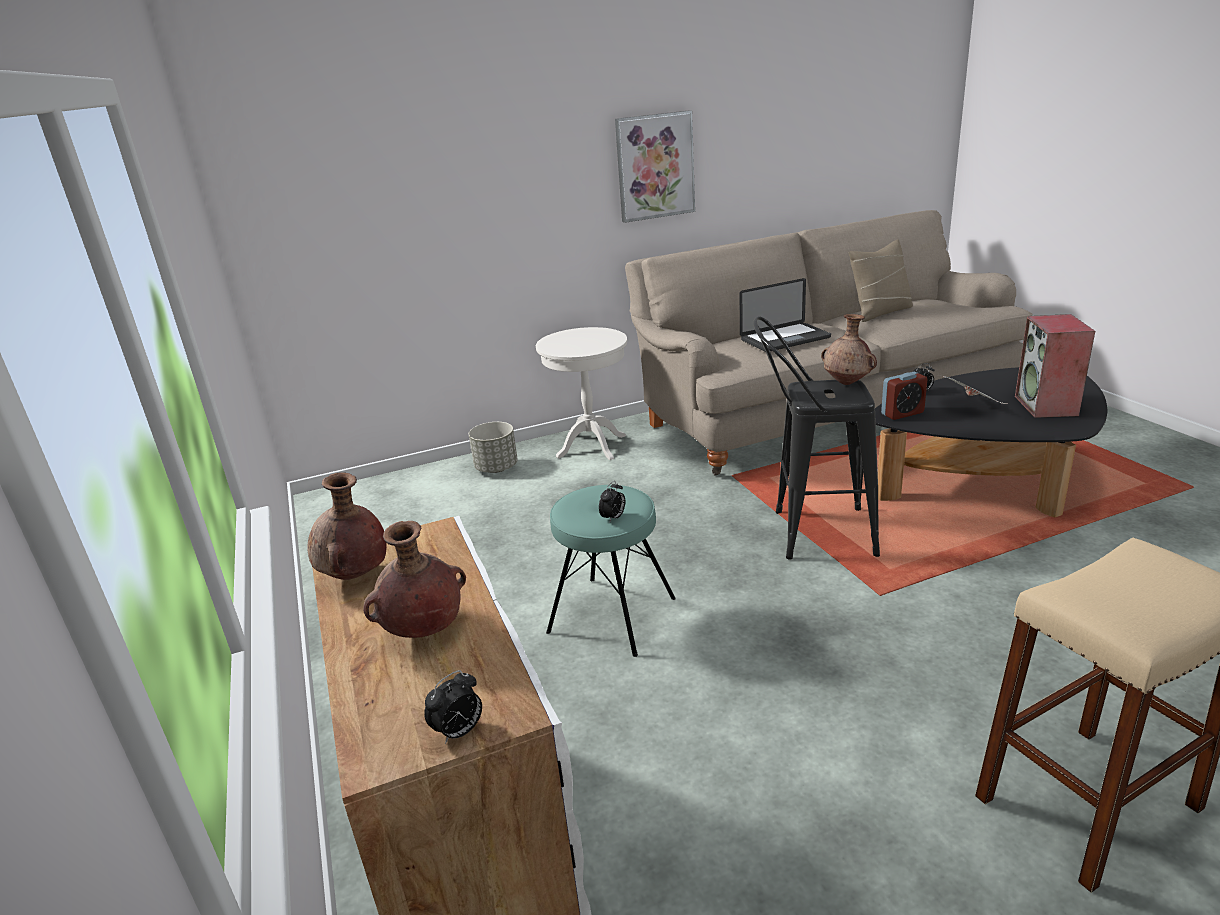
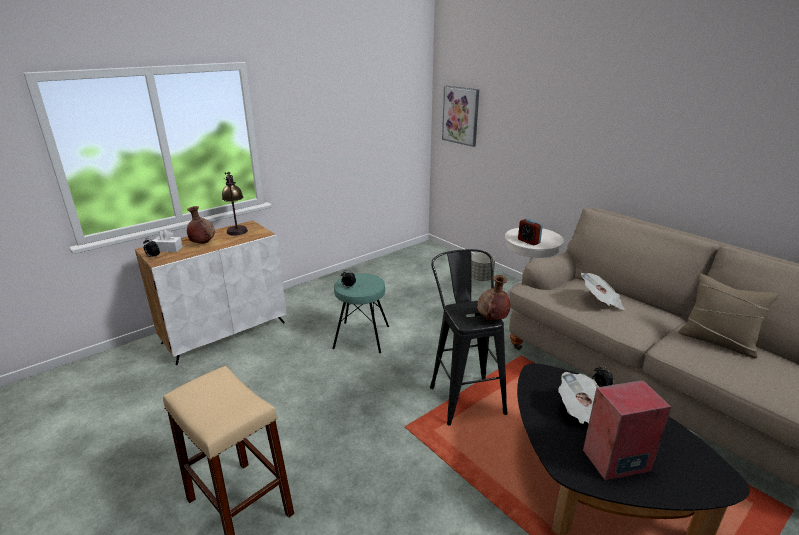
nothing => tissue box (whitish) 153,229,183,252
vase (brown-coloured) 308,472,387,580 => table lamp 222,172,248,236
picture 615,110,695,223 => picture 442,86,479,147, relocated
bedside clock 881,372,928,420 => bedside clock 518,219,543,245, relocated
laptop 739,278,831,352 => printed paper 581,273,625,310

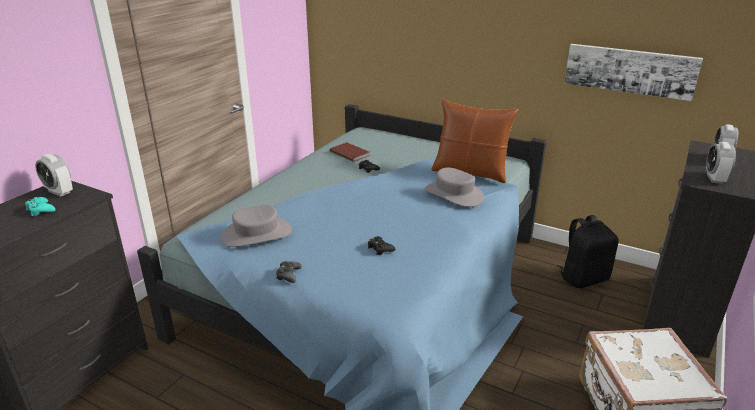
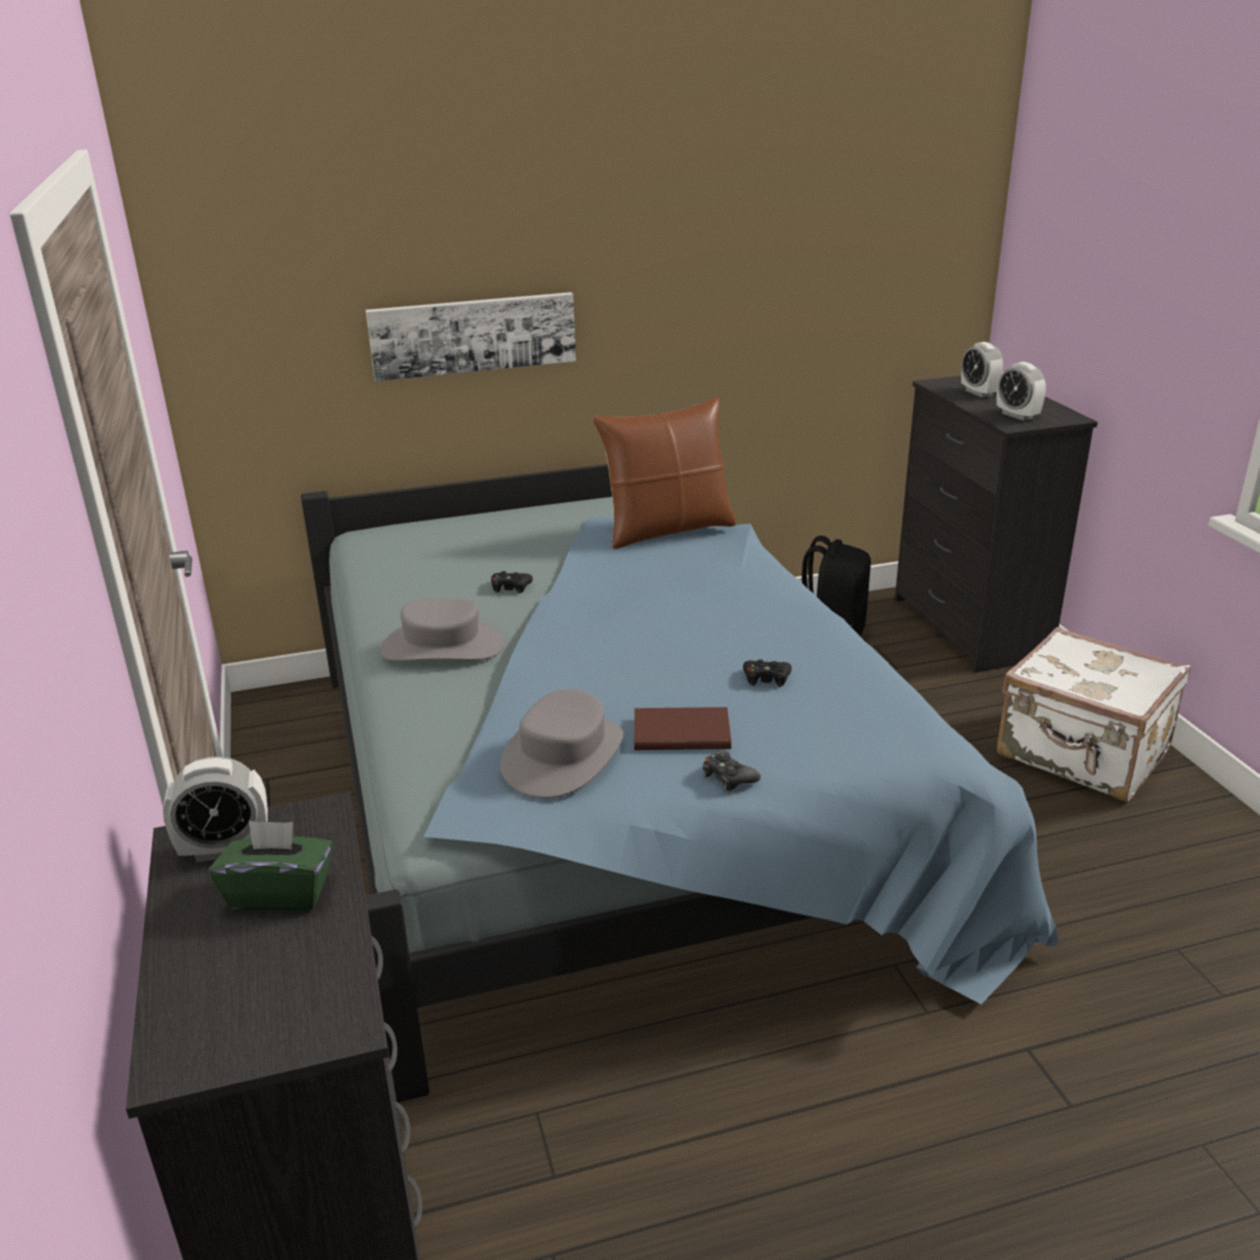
game controller (turquoise) 25,197,56,216 => tissue box (green) 209,820,333,911
picture 564,44,703,101 => picture 366,292,576,381, relocated
wearable hat (grey) 425,167,484,207 => wearable hat (grey) 380,599,504,661, relocated
bound book (brown-coloured) 330,142,370,162 => bound book (brown-coloured) 634,707,731,750, relocated

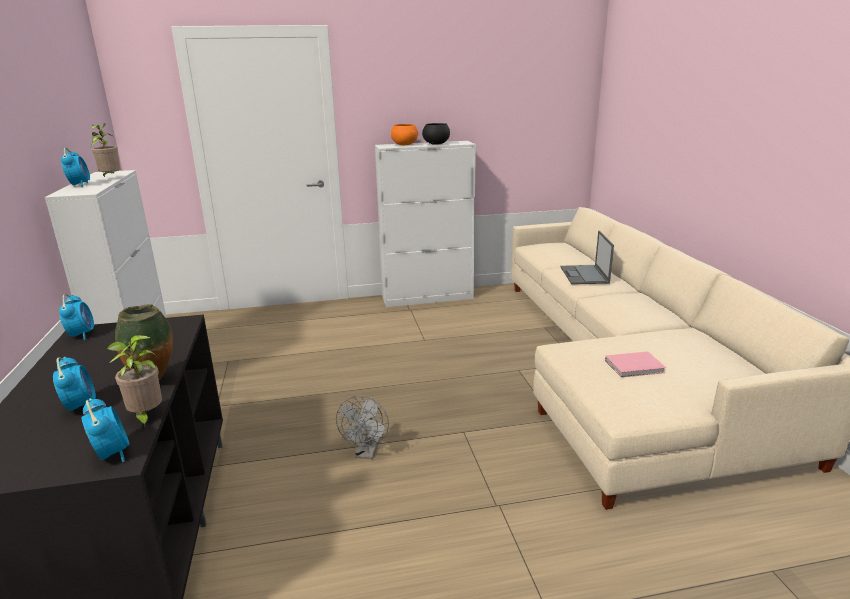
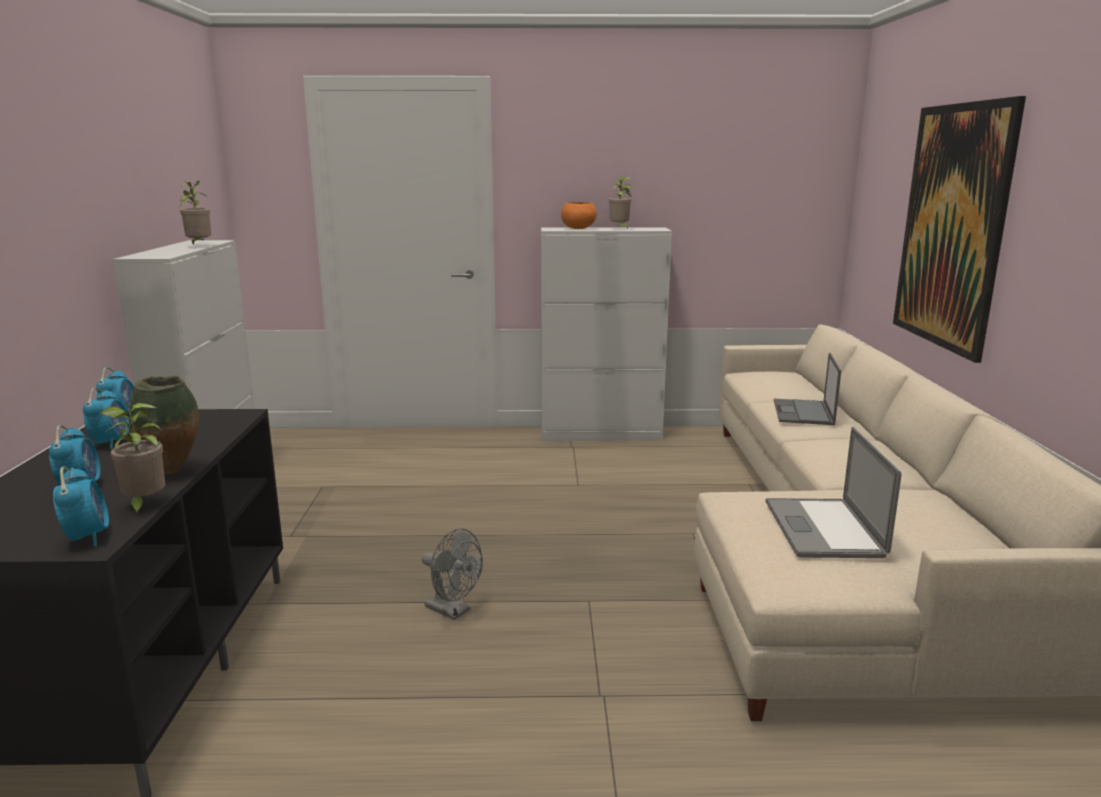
bedside clock 61,148,90,187 => bedside clock 83,387,129,449, relocated
fan (grey) 336,396,389,459 => fan (grey) 422,528,483,620, 75 degrees counterclockwise
bowl (black) 422,123,450,145 => potted plant 609,176,631,229
bound book (pink) 605,351,666,378 => laptop 765,427,901,558
nothing => picture 893,96,1026,363

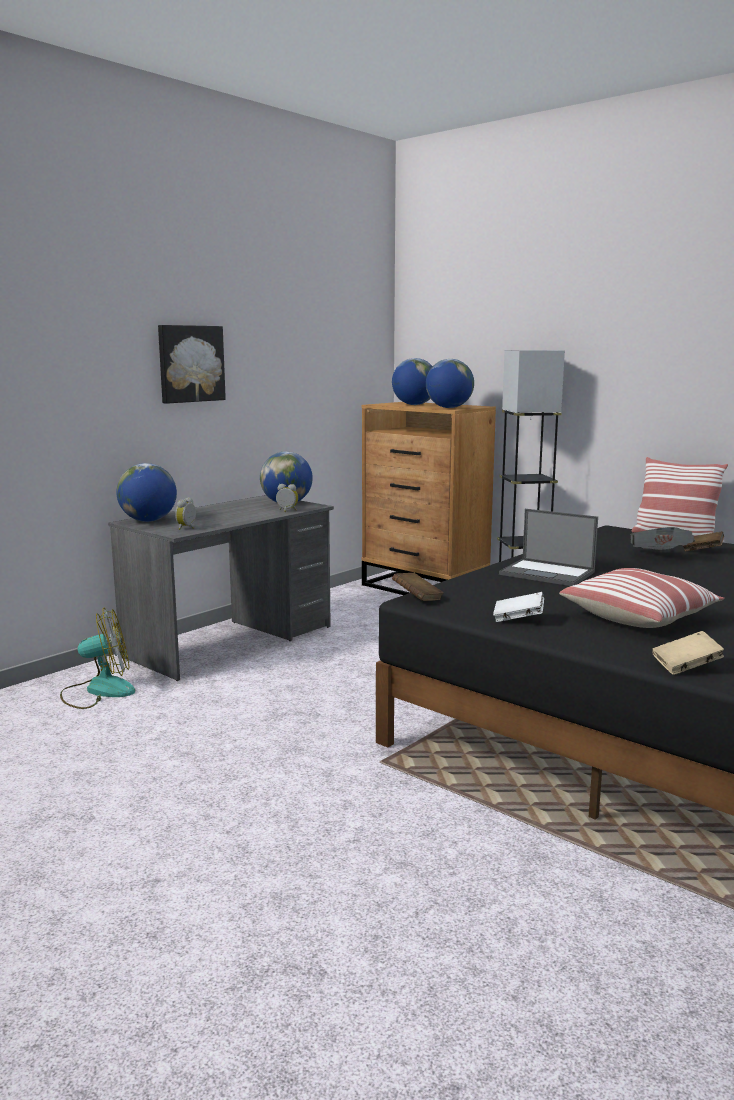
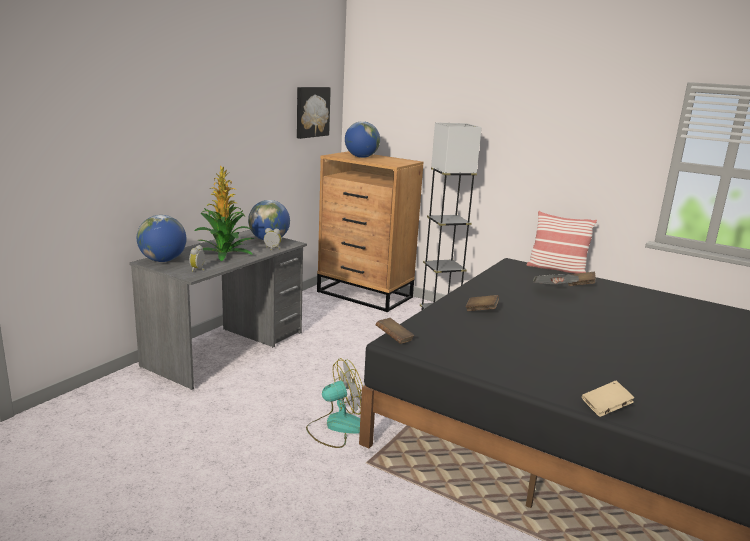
nothing => potted plant 194,165,255,261
picture 158,325,226,404 => picture 297,87,331,139, relocated
fan 60,608,135,709 => fan 306,358,363,448, relocated
laptop 499,509,598,586 => bound book (brown-coloured) 466,295,499,311
world globe 426,359,474,408 => nothing
bound book (whitish) 493,592,544,622 => nothing
cushion 559,568,724,628 => nothing

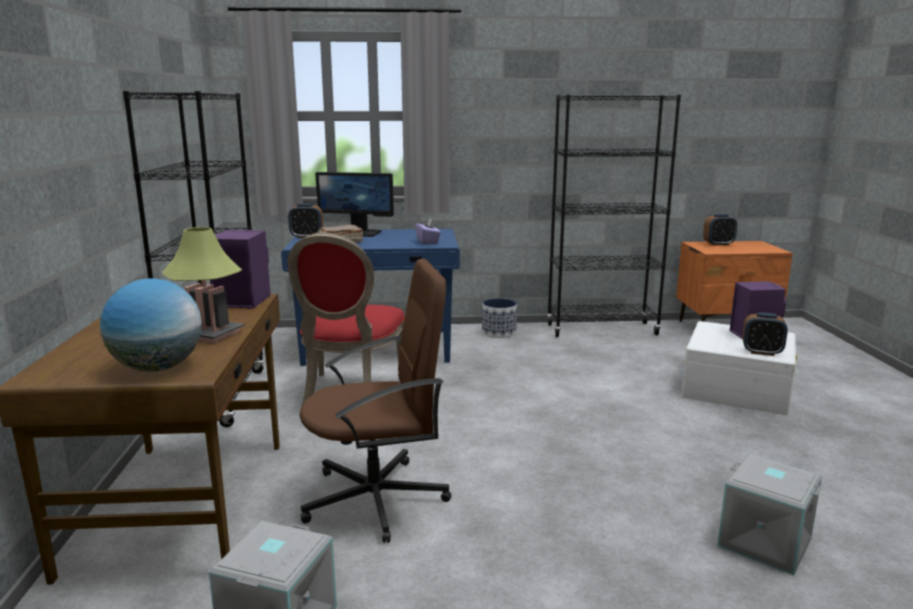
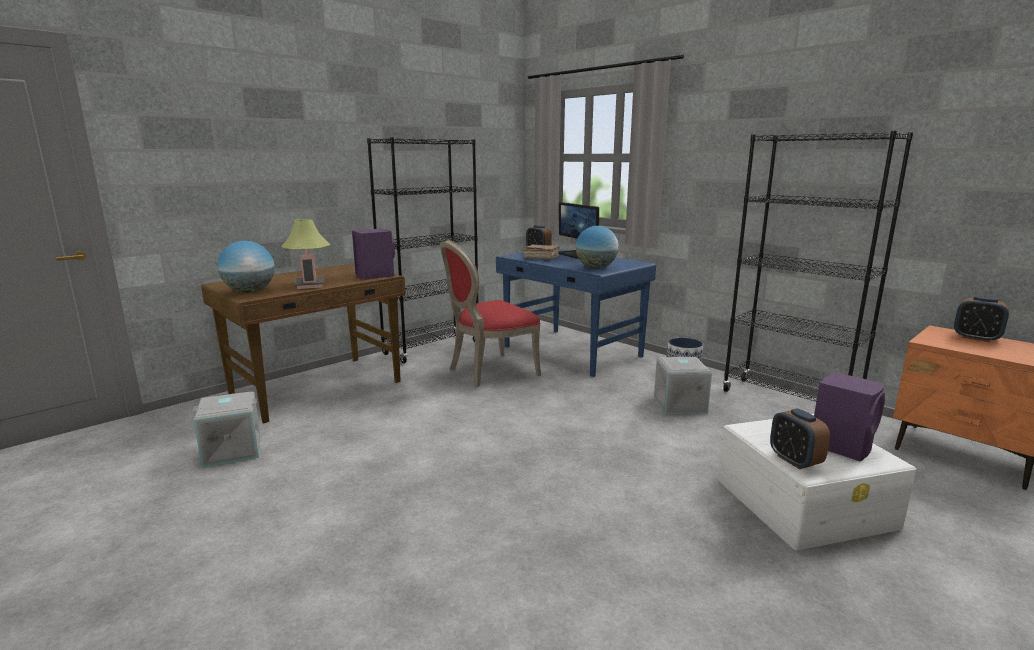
tissue box (purple-coloured) 415,218,441,245 => world globe 576,226,619,269
storage bin (grey) 717,454,822,575 => storage bin (grey) 654,357,712,414, relocated
computer chair (brown-coloured) 299,259,451,543 => nothing

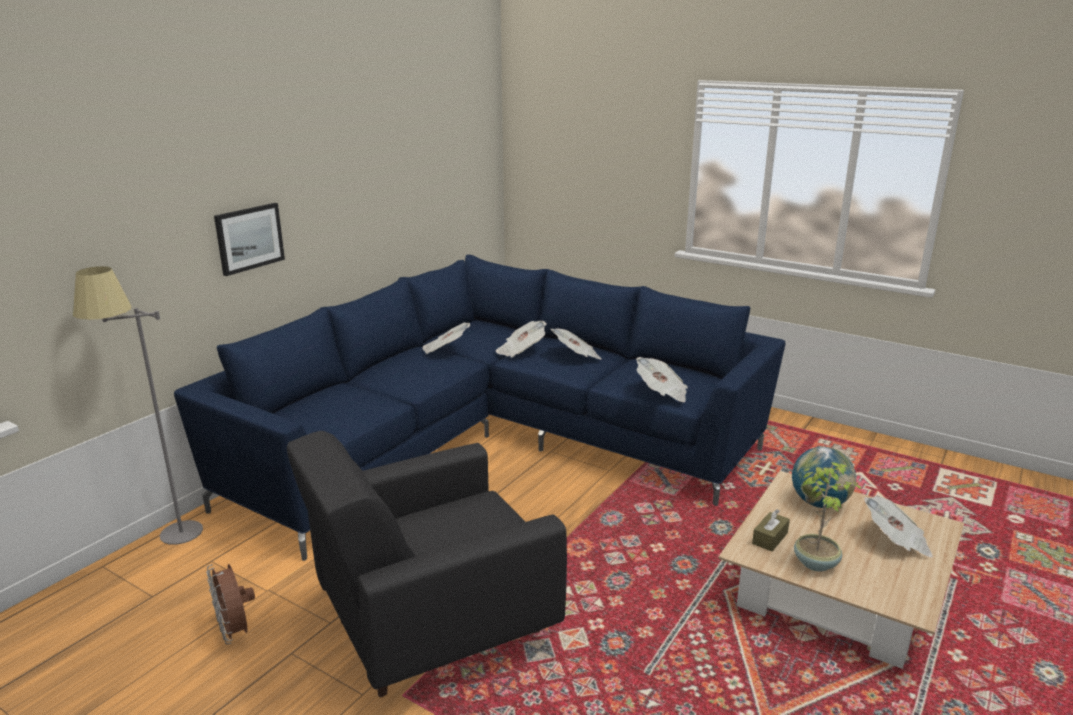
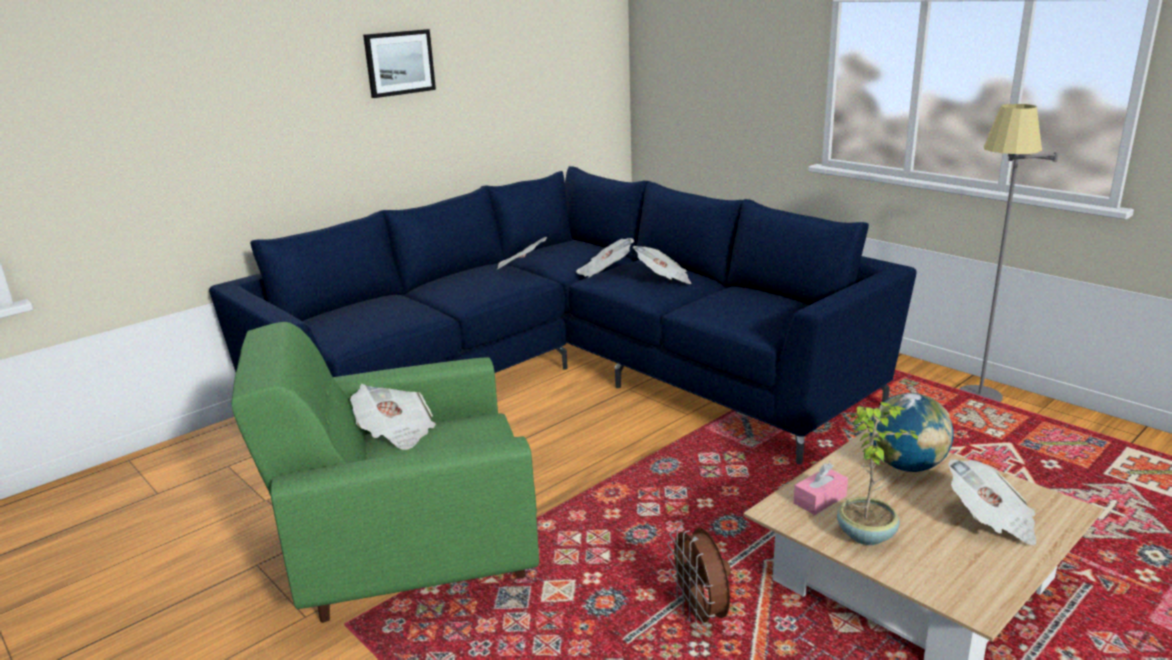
armchair (black) 287,431,567,697 => armchair (green) 231,322,539,623
printed paper 636,357,688,402 => printed paper 350,384,436,450, relocated
picture 214,203,285,276 => picture 363,29,436,98, relocated
fan (brown-coloured) 206,564,255,644 => fan (brown-coloured) 667,526,731,629, relocated
tissue box (brown-coloured) 752,509,790,551 => tissue box (pink) 794,463,848,515
standard lamp (grey) 73,266,203,545 => standard lamp (grey) 959,104,1058,402, relocated

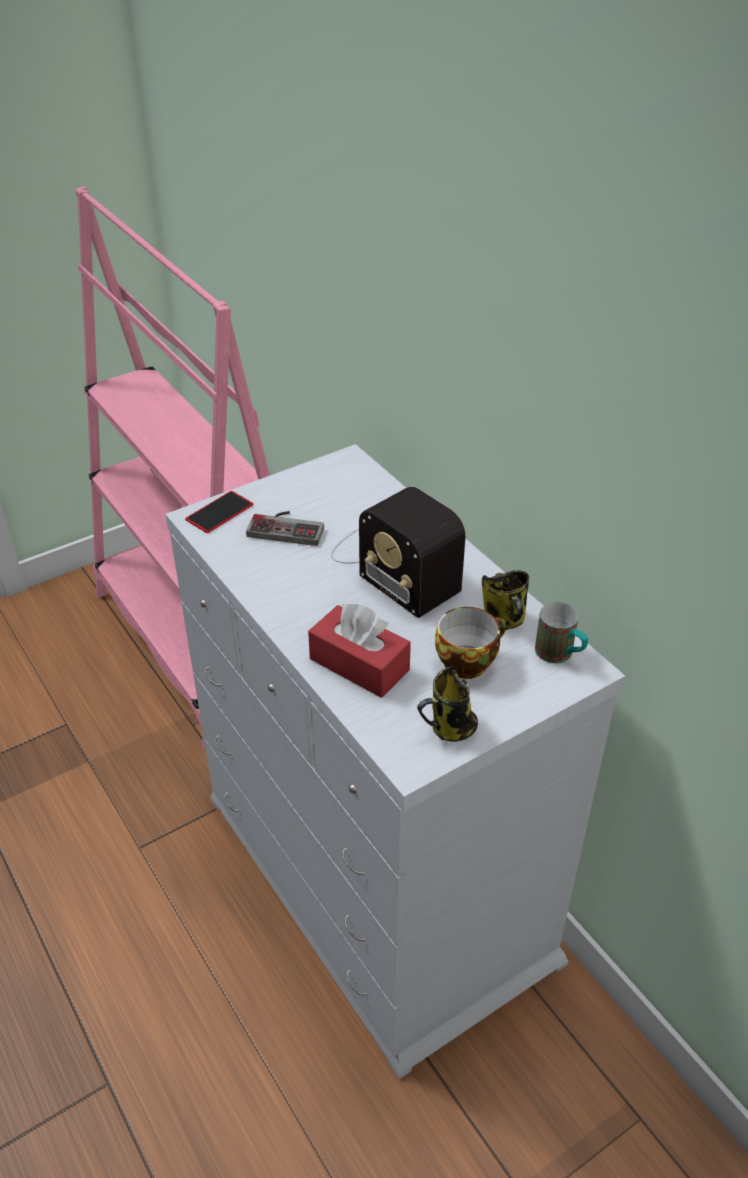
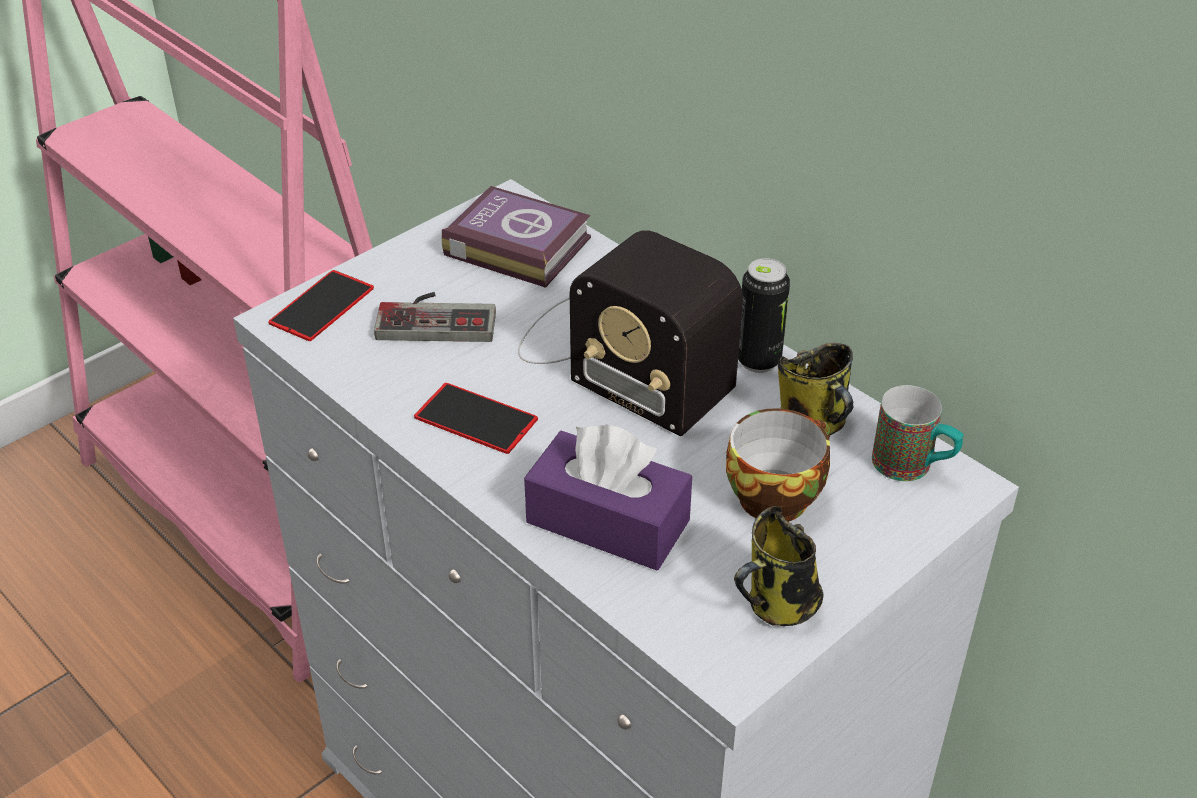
nothing => phone 414,383,538,454
nothing => bound book 442,186,591,288
tissue box (reddish) 308,603,411,698 => tissue box (purple-coloured) 524,424,692,570
nothing => sealed can 738,258,790,373

